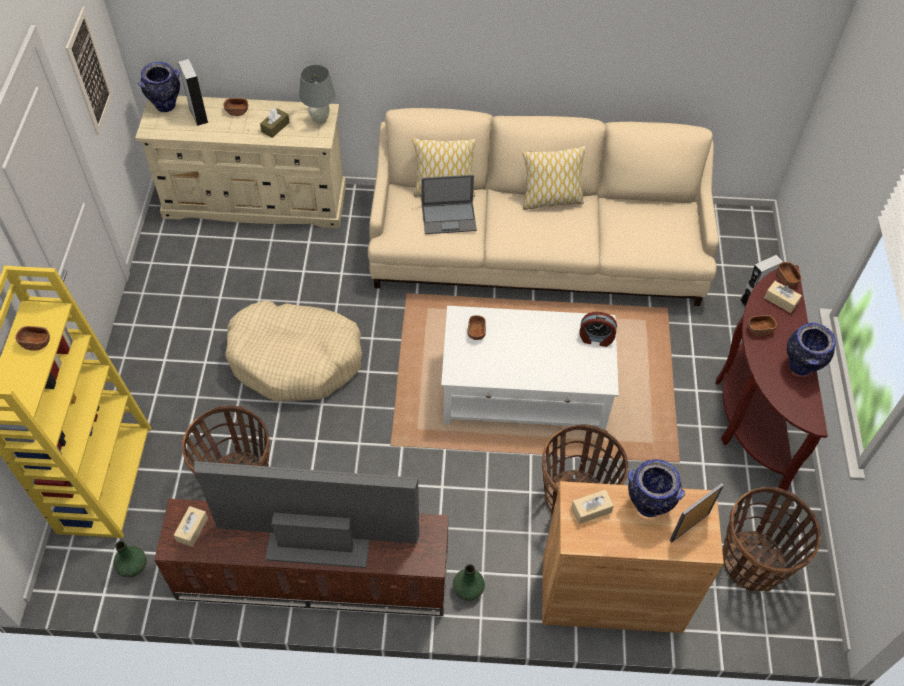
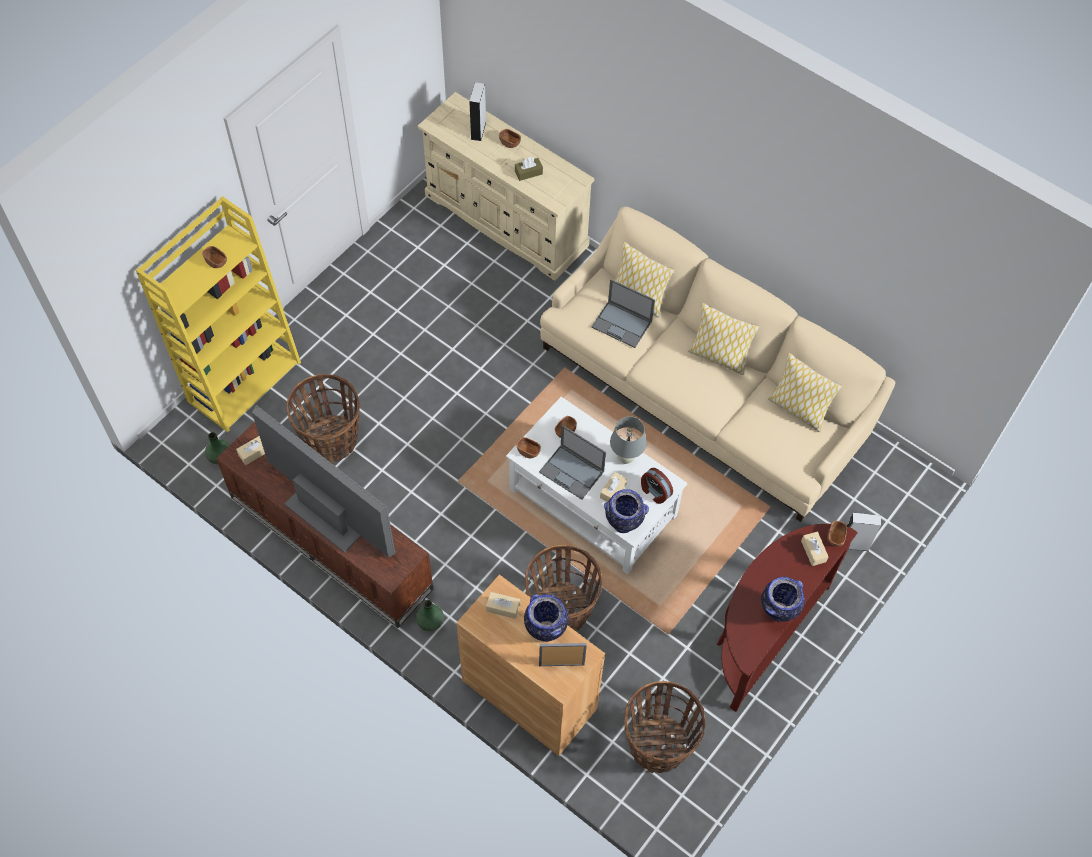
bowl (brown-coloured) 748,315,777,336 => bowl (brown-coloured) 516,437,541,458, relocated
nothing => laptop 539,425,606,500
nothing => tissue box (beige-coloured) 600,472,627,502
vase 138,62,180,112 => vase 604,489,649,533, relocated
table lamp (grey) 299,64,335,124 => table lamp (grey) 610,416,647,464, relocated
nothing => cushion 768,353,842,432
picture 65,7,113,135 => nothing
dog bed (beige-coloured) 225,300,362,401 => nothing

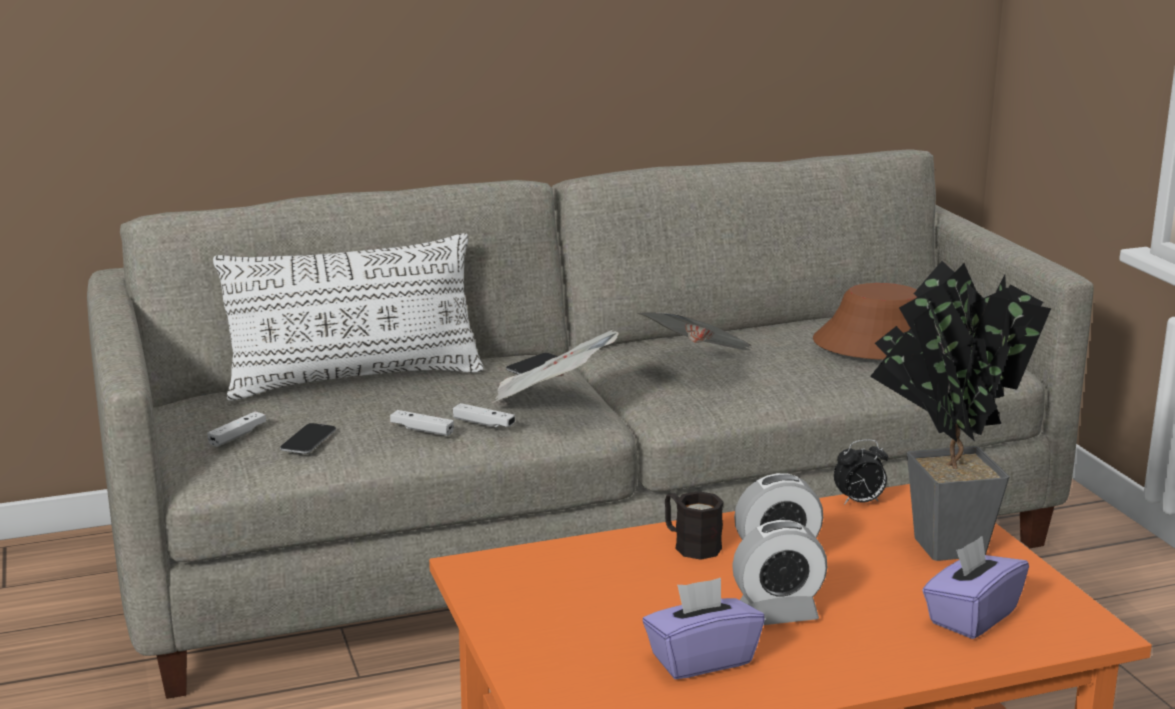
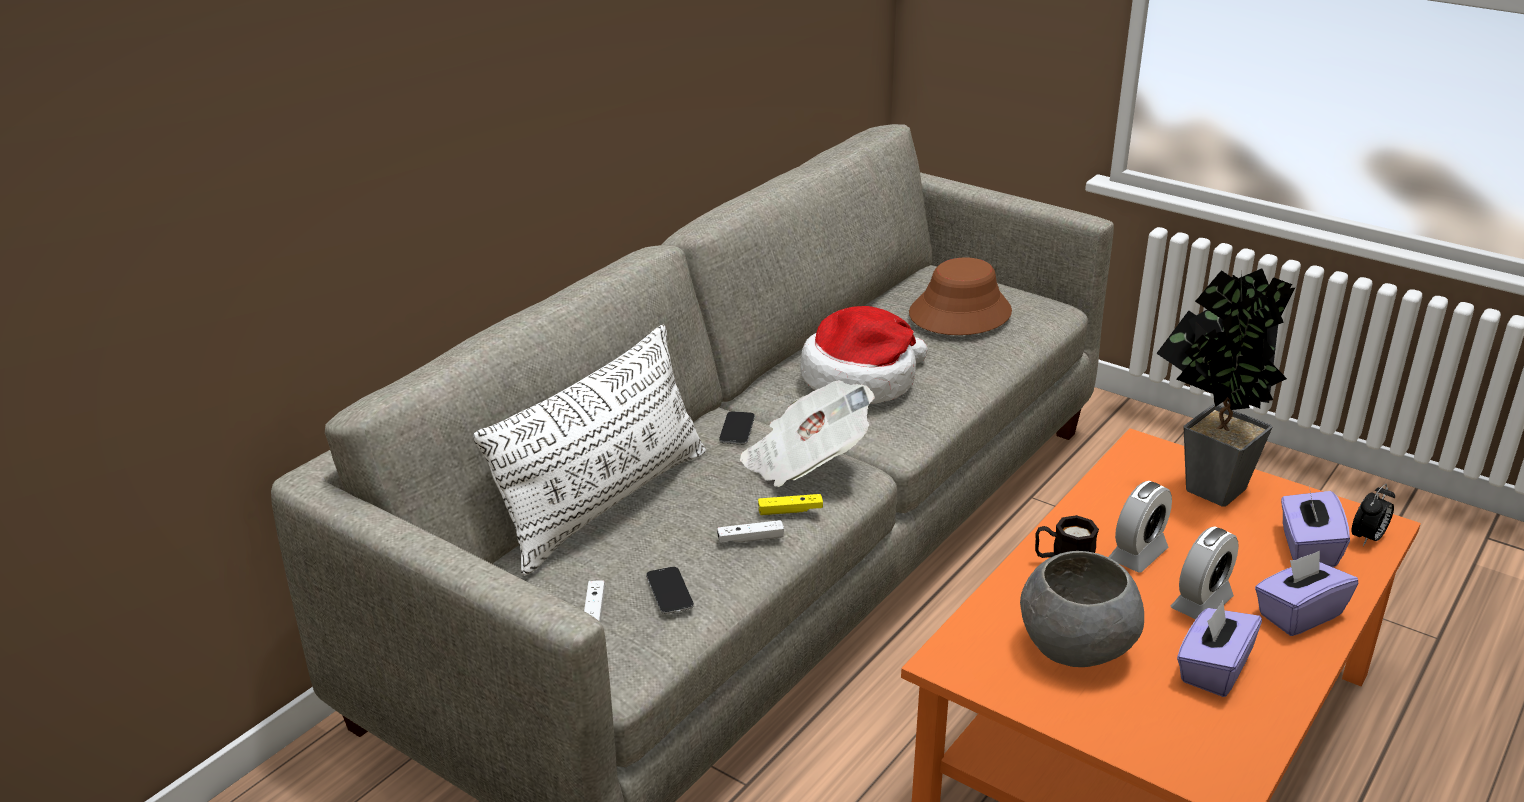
game controller (whitish) 453,403,515,428 => game controller (yellowish) 758,494,823,515
printed paper 637,312,754,350 => wearable hat 800,306,928,404
nothing => bowl (grey) 1020,551,1144,667
nothing => tissue box (purple-coloured) 1255,550,1358,636
bedside clock 834,439,888,505 => bedside clock 1352,484,1395,546, relocated

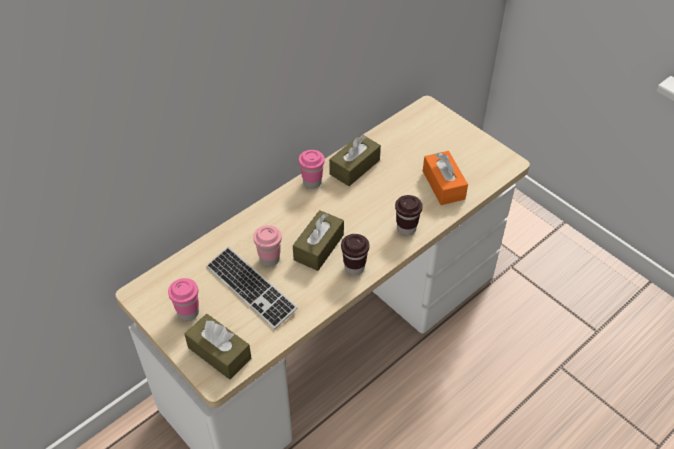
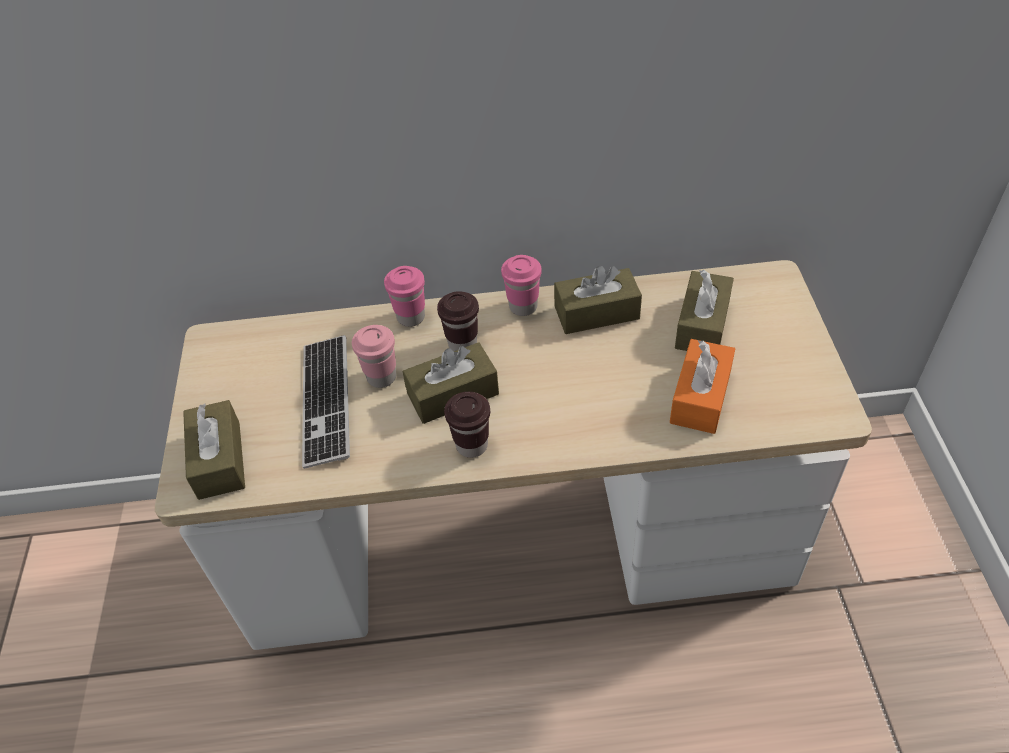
cup (pink) 168,278,199,321 => cup (pink) 384,266,425,327, relocated
cup (brown-coloured) 395,195,423,235 => cup (brown-coloured) 437,291,479,352, relocated
nothing => tissue box (brown-coloured) 675,270,734,351

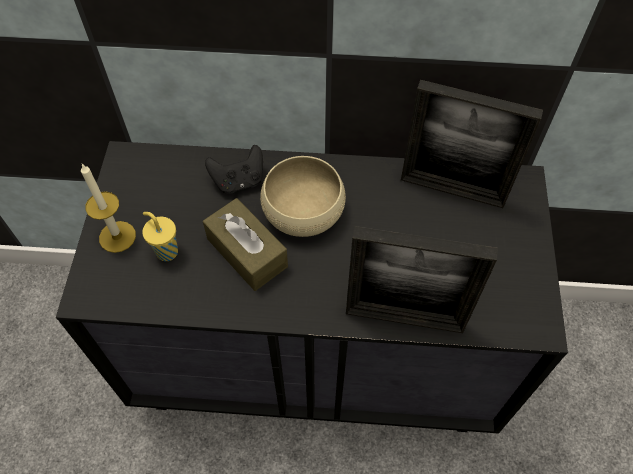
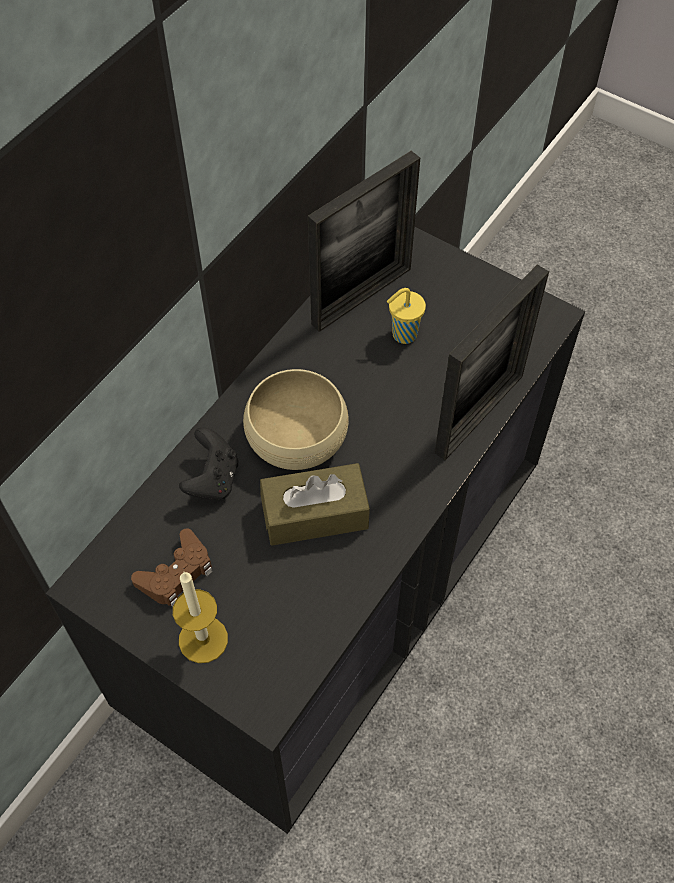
nothing => game controller (brown-coloured) 131,528,213,607
cup (yellowish) 142,212,178,261 => cup (yellowish) 387,288,426,344, relocated

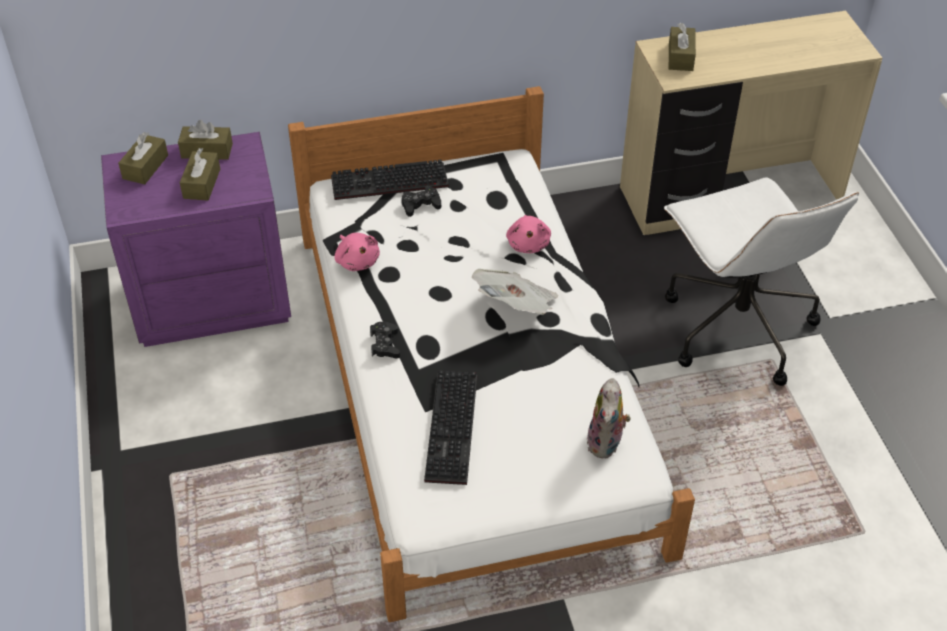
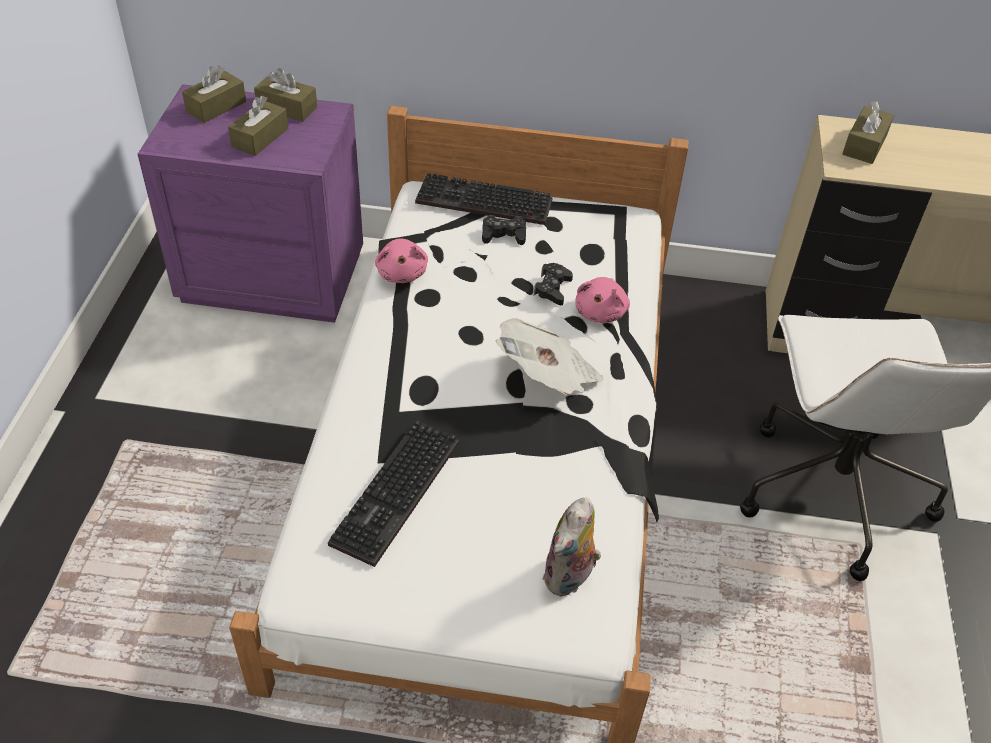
game controller (black) 370,322,400,358 => game controller (black) 534,263,573,305, relocated

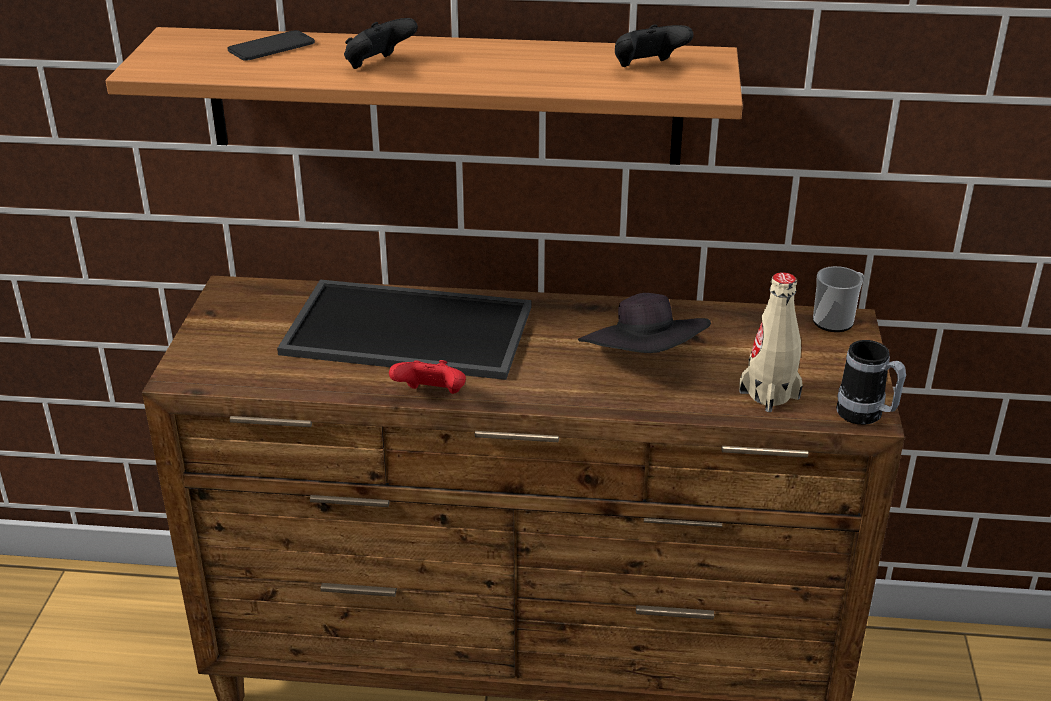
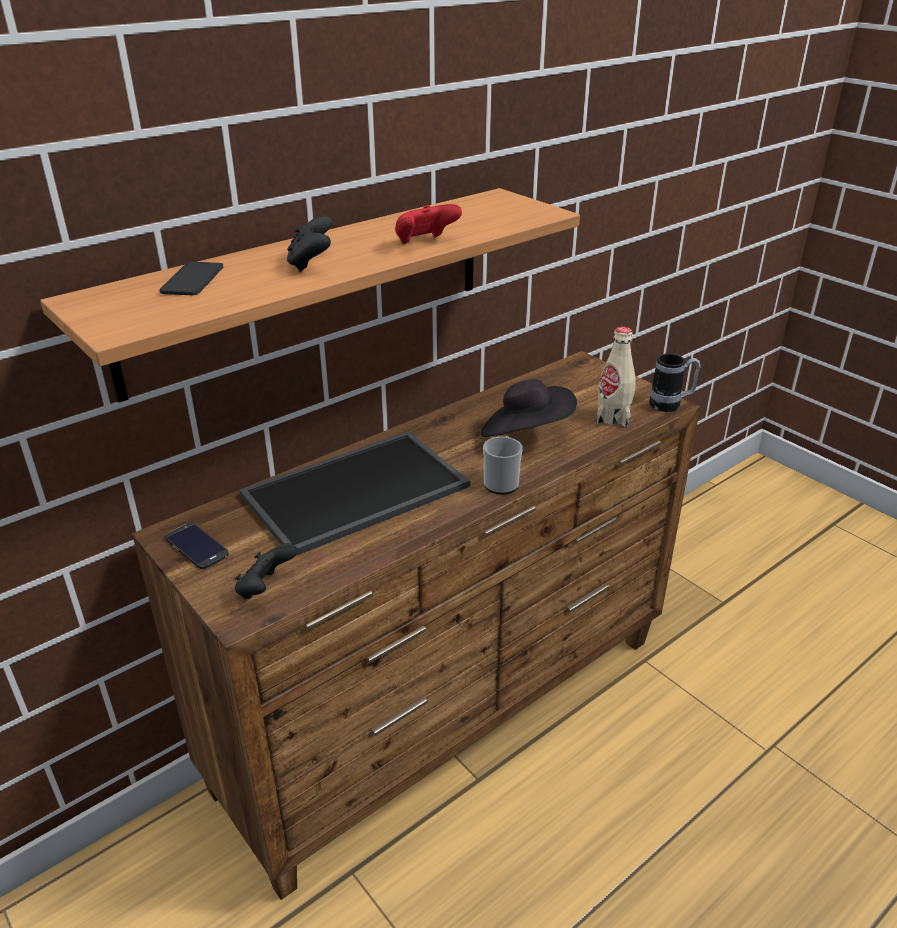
nothing => phone 165,523,229,569
game controller (black) 615,25,694,67 => game controller (black) 235,543,298,599, relocated
game controller (reddish) 389,360,466,394 => game controller (reddish) 395,204,462,244, relocated
coffee mug 813,266,864,332 => coffee mug 483,436,523,495, relocated

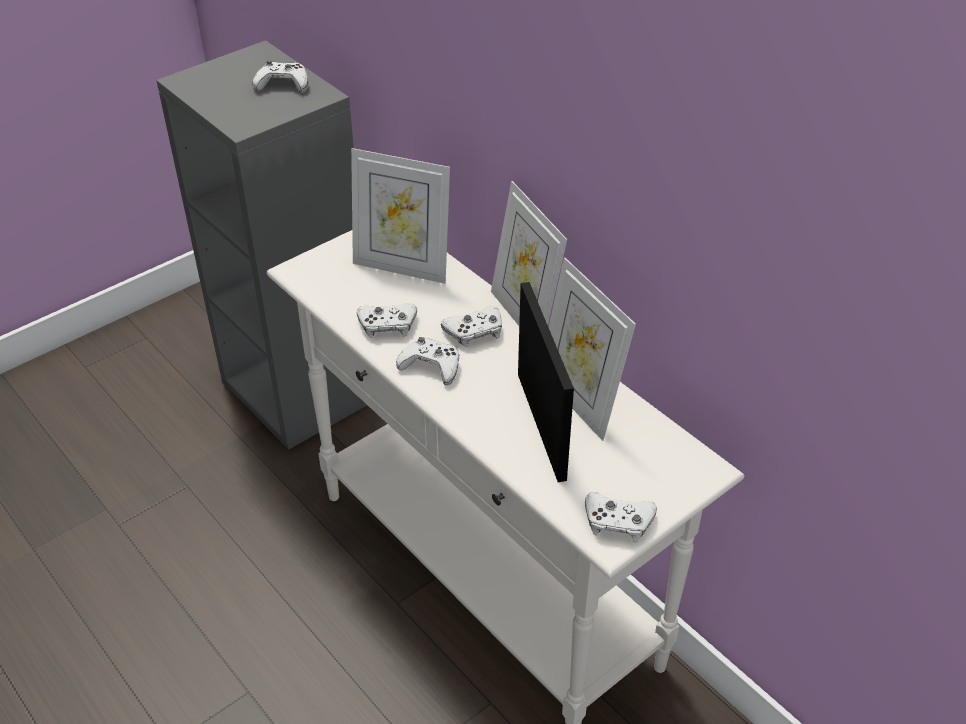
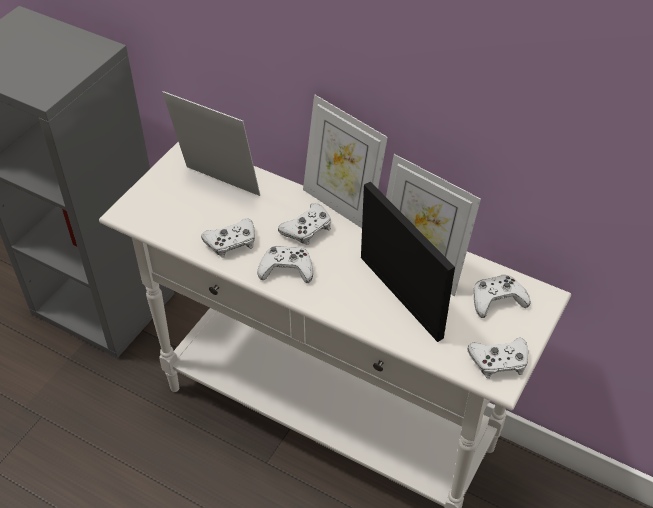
picture frame 351,148,450,284 => picture frame 162,91,260,196, 150 degrees counterclockwise
game controller (whitish) 253,60,308,93 => game controller (whitish) 473,275,531,318, relocated

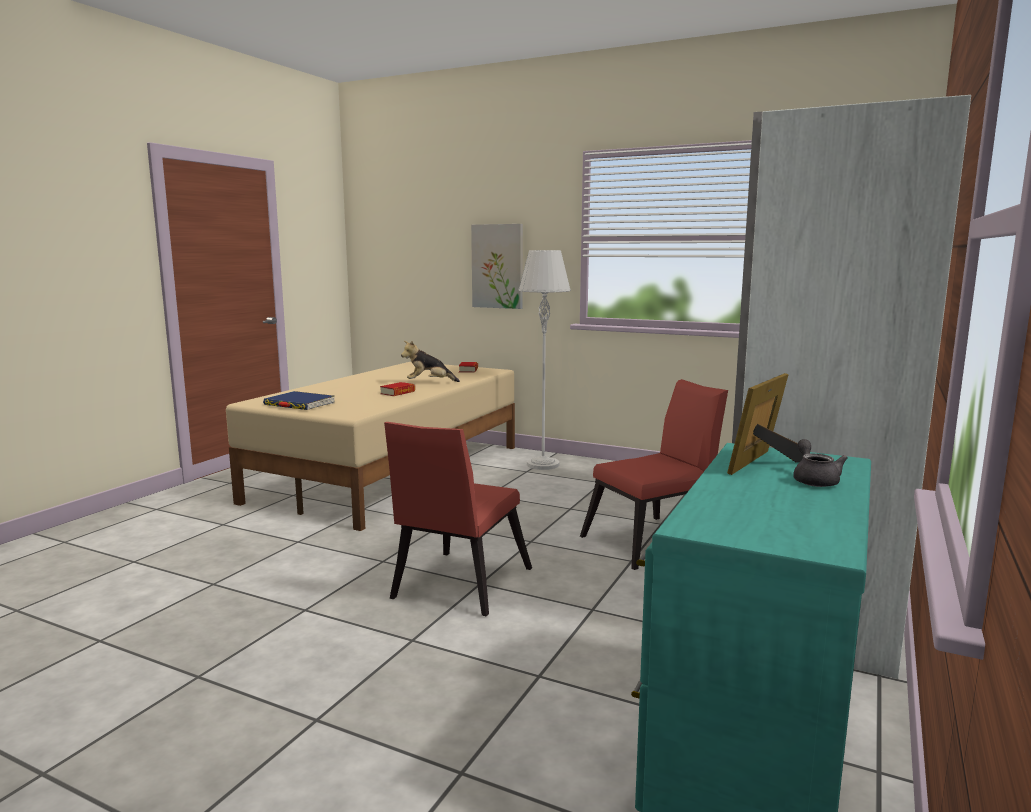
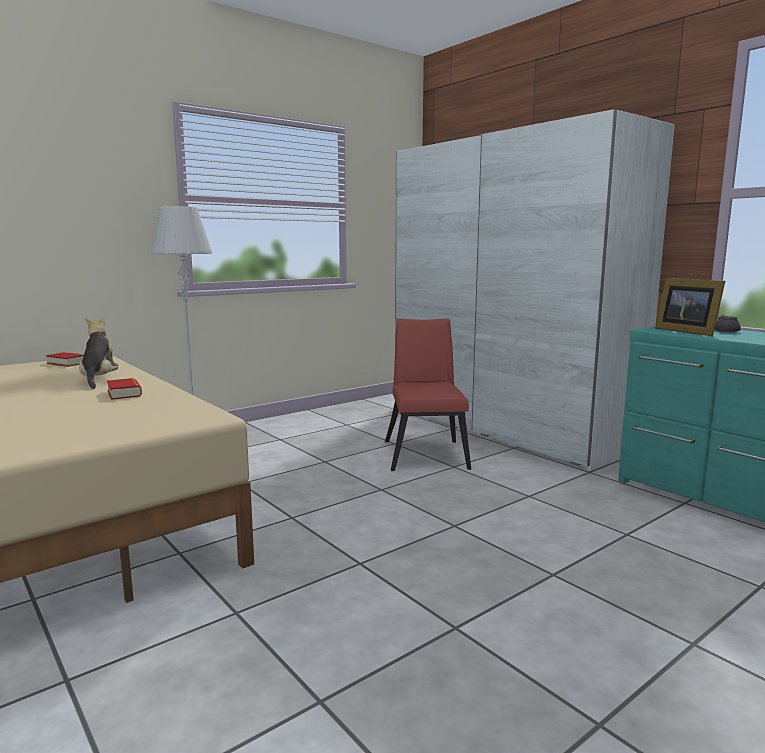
plush toy 401,341,460,382 => plush toy 79,318,119,389, 150 degrees clockwise
bound book (blue) 263,391,335,410 => nothing
plain chair (reddish) 384,422,532,616 => nothing
picture 471,224,523,309 => nothing

